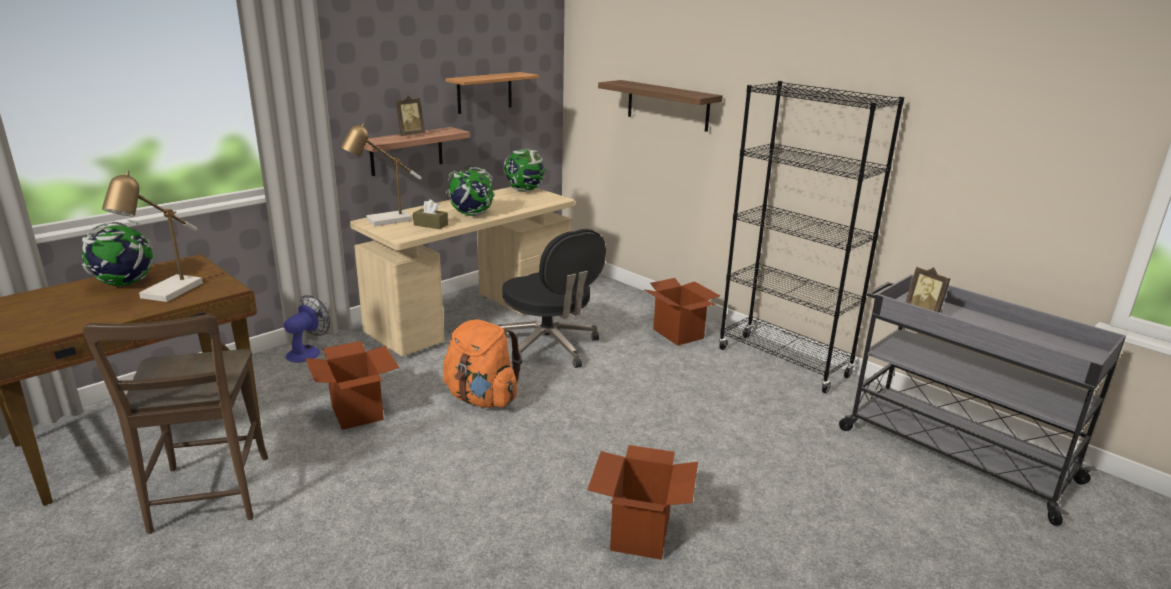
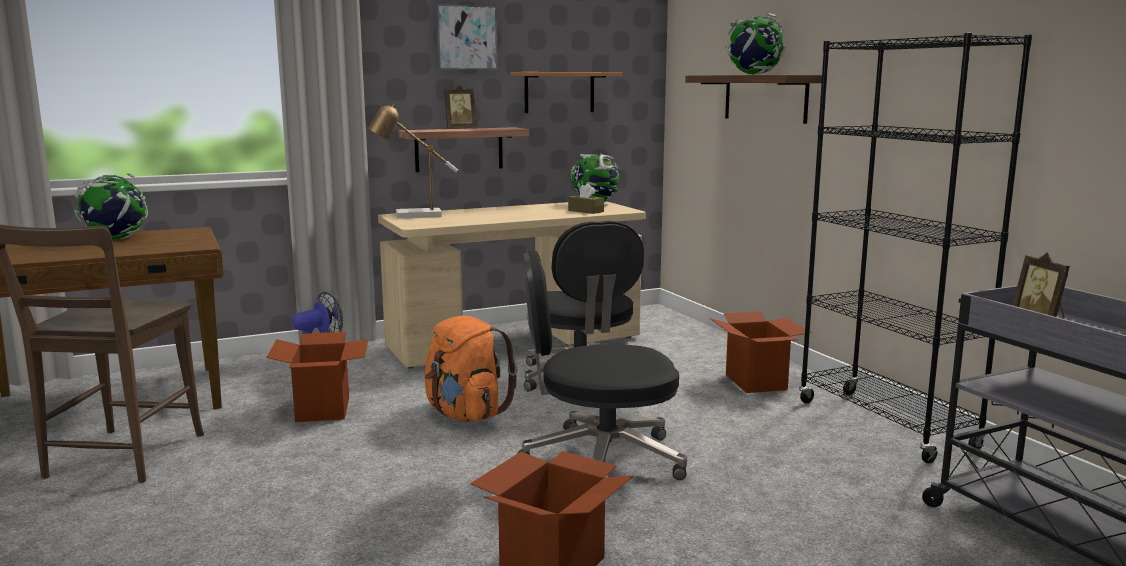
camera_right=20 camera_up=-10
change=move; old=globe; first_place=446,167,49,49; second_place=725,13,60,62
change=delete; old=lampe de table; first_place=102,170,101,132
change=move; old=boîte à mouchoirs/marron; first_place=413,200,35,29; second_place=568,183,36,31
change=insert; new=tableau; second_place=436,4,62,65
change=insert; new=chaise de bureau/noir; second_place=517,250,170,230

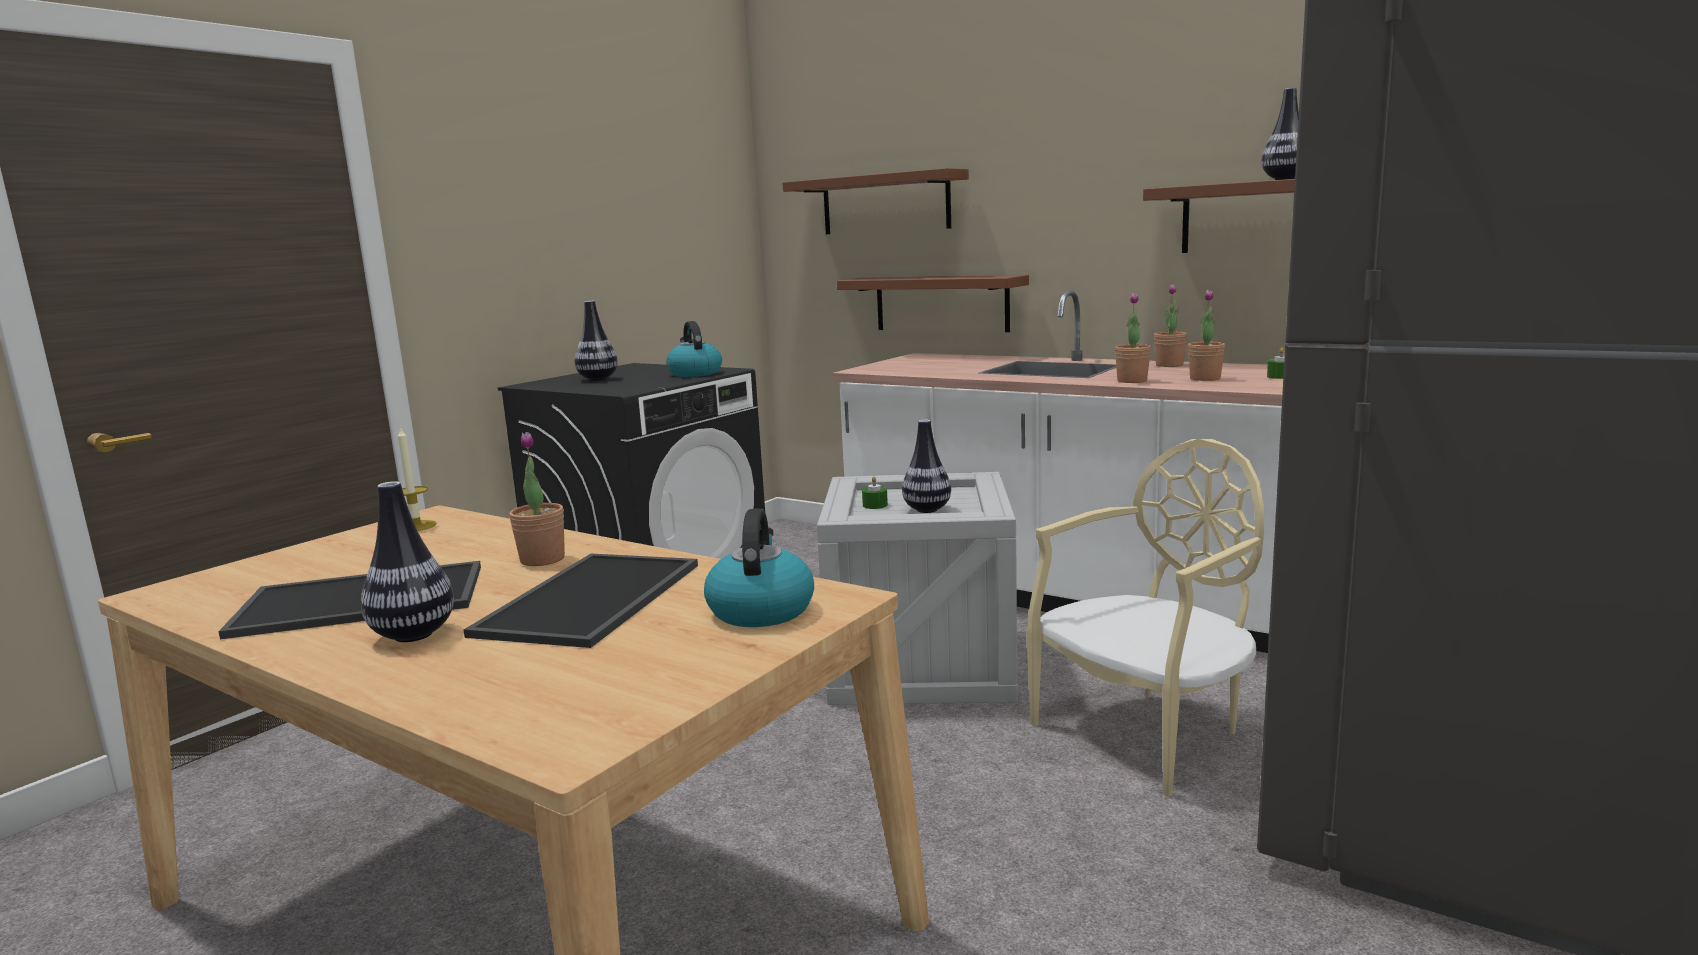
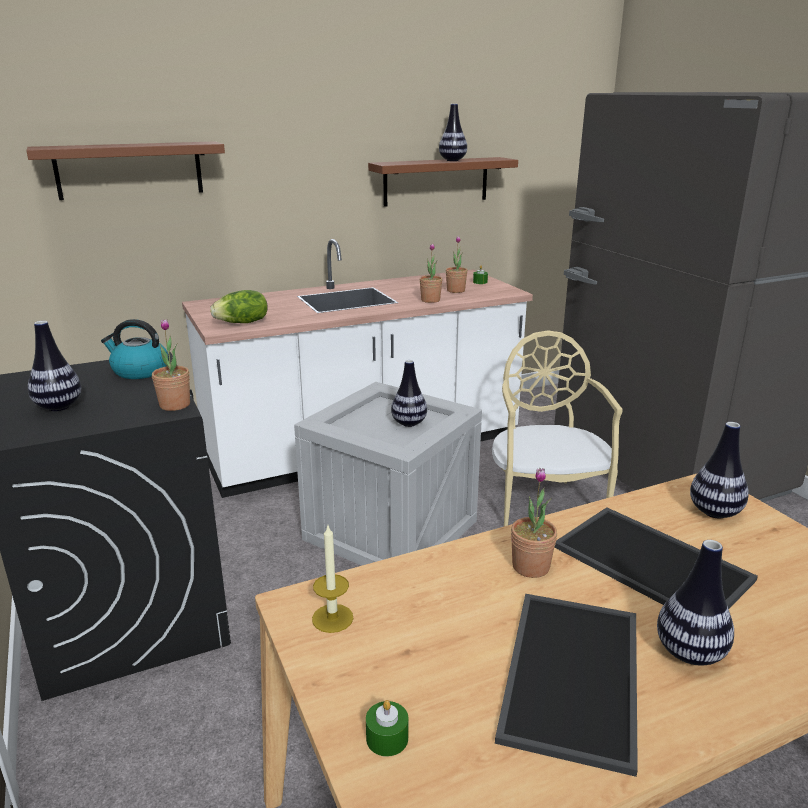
camera_right=-60 camera_up=10
change=delete; old=étagère/marron; first_place=837,275,192,57
change=move; old=plante en pot; first_place=1154,284,33,83; second_place=152,319,38,92
change=move; old=bougie/vert; first_place=862,476,26,33; second_place=366,700,42,57
change=replace; old=bouilloire; new=vase; first_place=704,509,110,118; second_place=690,422,59,96
change=insert; new=laitue; second_place=210,290,58,33

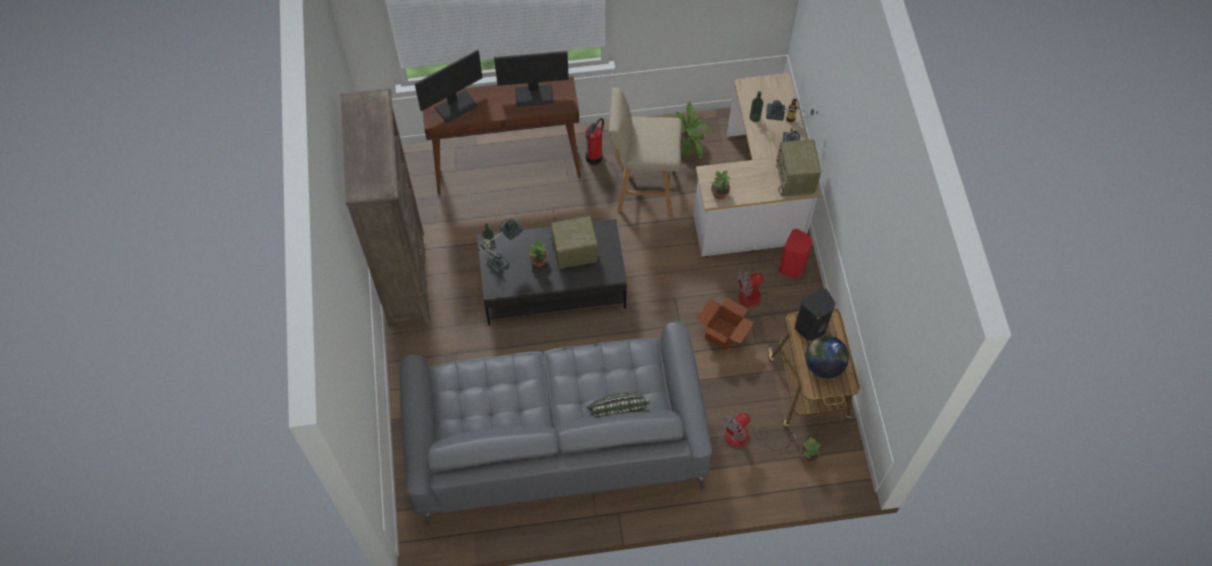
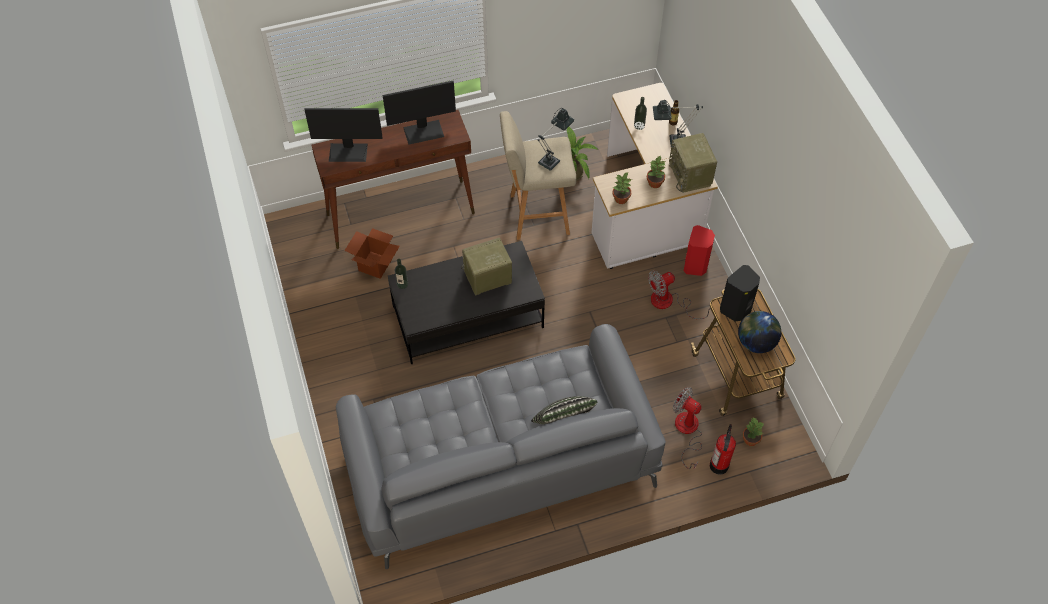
camera_right=-10 camera_up=-5
change=rotate; old=écran d'ordinateur; first_place=415,50,68,74; second_place=304,108,79,54; degrees=45
change=delete; old=bibliothèque/marron; first_place=340,88,91,239
change=move; old=extincteur; first_place=586,118,18,47; second_place=710,424,26,51
change=move; old=lampe de table; first_place=478,218,46,56; second_place=537,108,37,63
change=move; old=plante en pot; first_place=529,238,19,29; second_place=647,155,18,33
change=move; old=carton; first_place=696,297,58,53; second_place=344,228,56,51
change=rotate; old=ventilateur; first_place=722,413,76,38; second_place=673,387,29,82; degrees=90

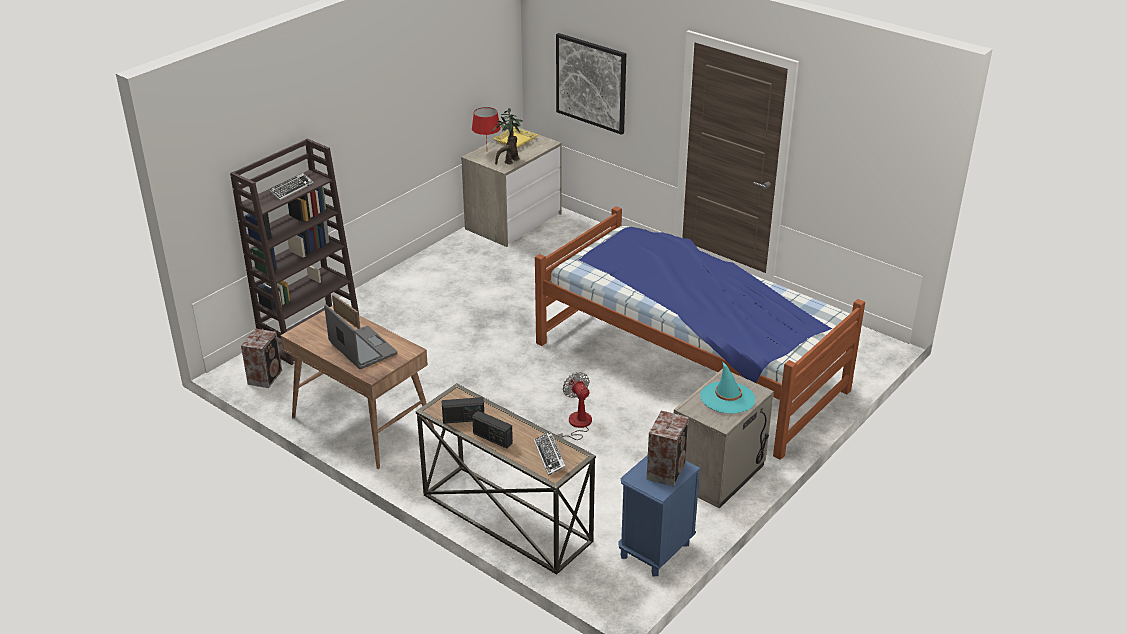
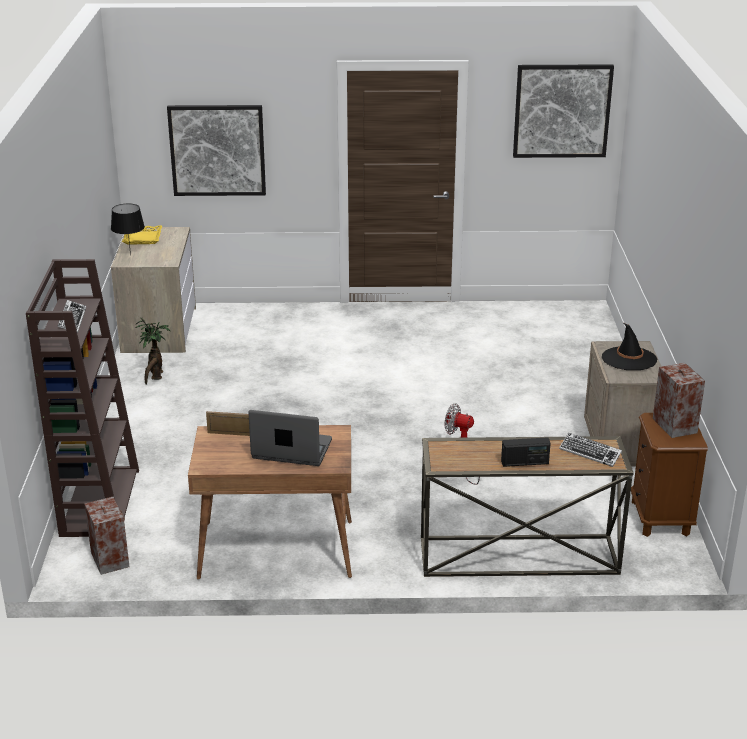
camera_right=-40 camera_up=-5
change=recolor; old=lampe de table/rouge; new=lampe de table/noir; first_place=472,107,29,35; second_place=111,203,34,53
change=move; old=plante en pot; first_place=492,108,30,57; second_place=135,318,35,67
change=delete; old=lit; first_place=535,206,330,254
change=recolor; old=chapeau/turquoise; new=chapeau/noir; first_place=700,361,56,53; second_place=602,323,55,47
change=delete; old=radio; first_place=442,397,42,27
change=recolor; old=table de chevet/bleu; new=table de chevet/marron; first_place=618,455,83,121; second_place=631,413,77,124
change=insert; new=tableau; second_place=513,64,101,94

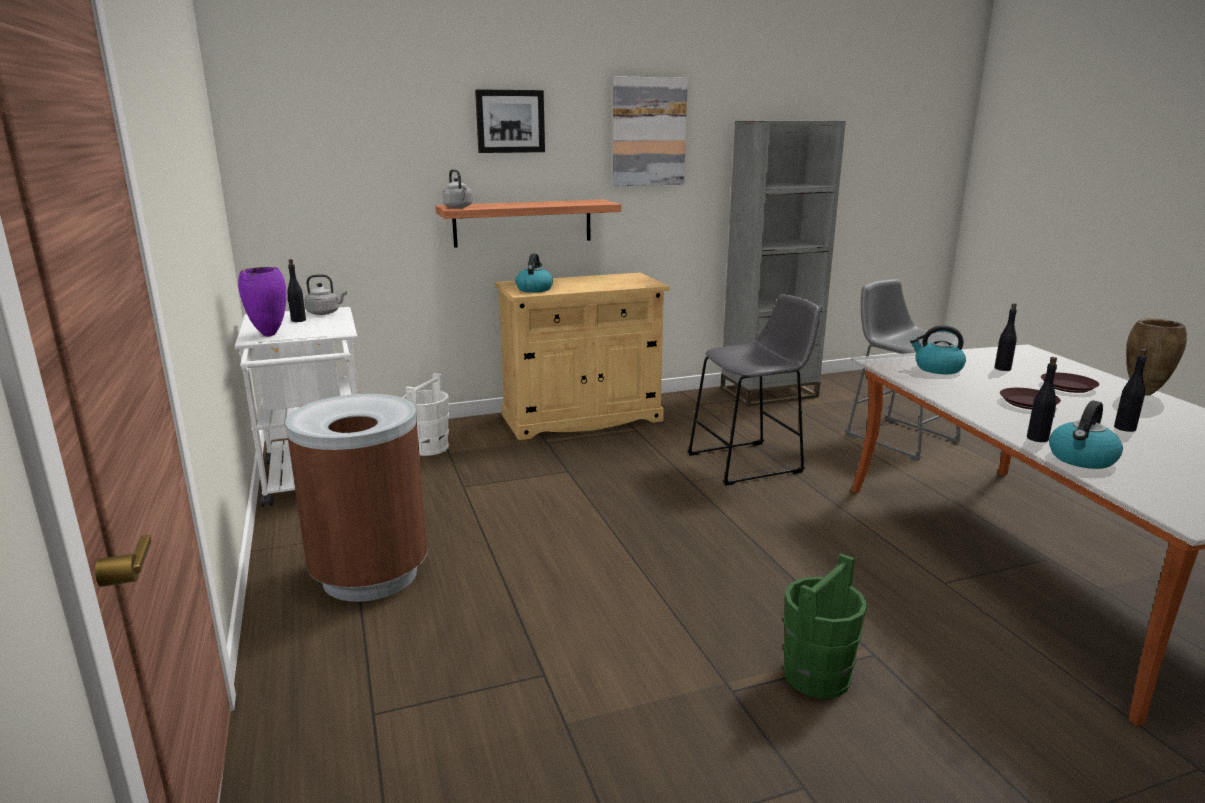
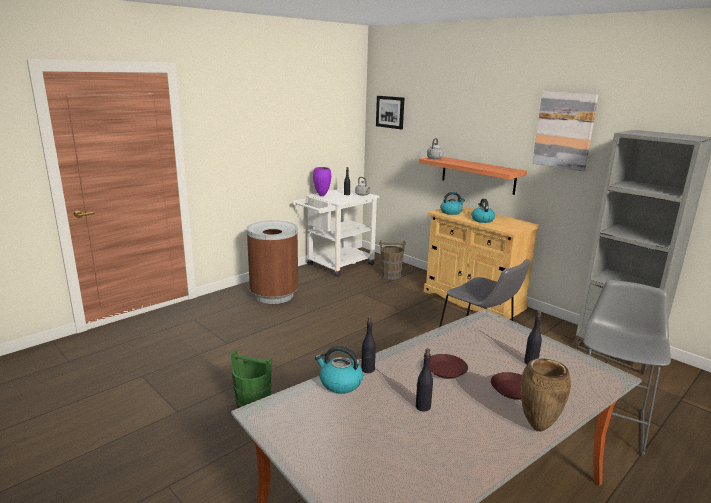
camera_right=65 camera_up=0
change=move; old=tableau; first_place=475,89,70,64; second_place=376,96,28,33
change=move; old=bouilloire; first_place=910,325,56,49; second_place=471,199,24,24
change=recolor; old=seau/blanc; new=seau/marron; first_place=402,373,47,83; second_place=379,240,27,40

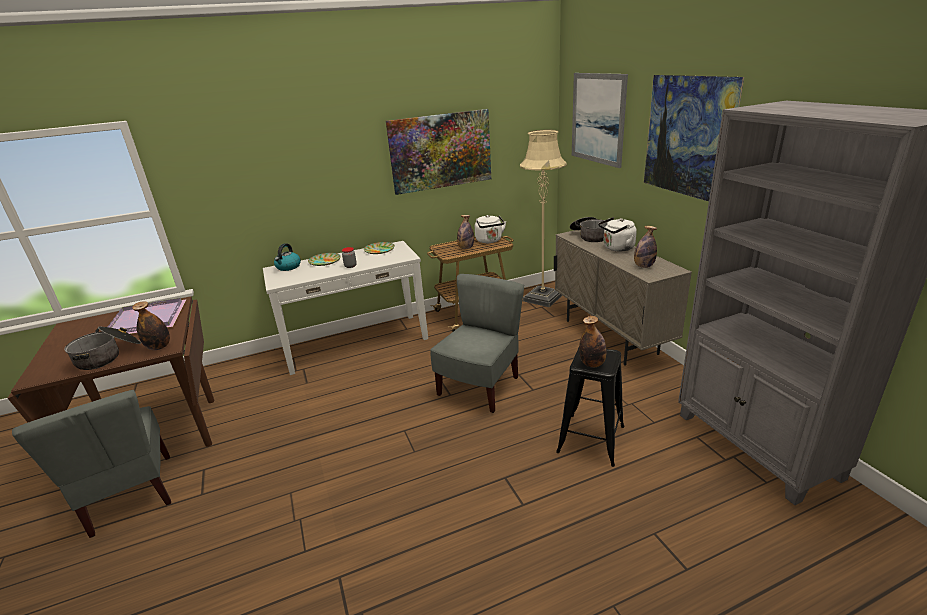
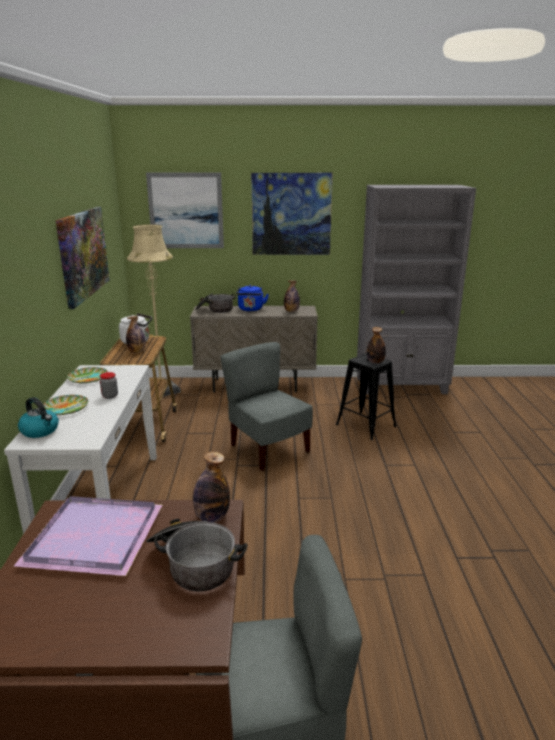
camera_right=-70 camera_up=-5
change=recolor; old=bouilloire/blanc; new=bouilloire/bleu; first_place=598,217,39,35; second_place=237,285,32,26

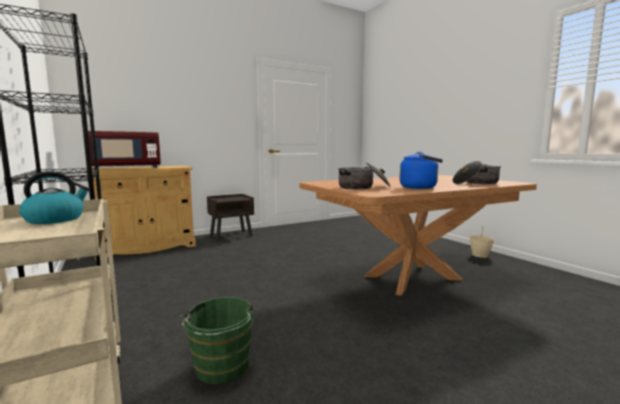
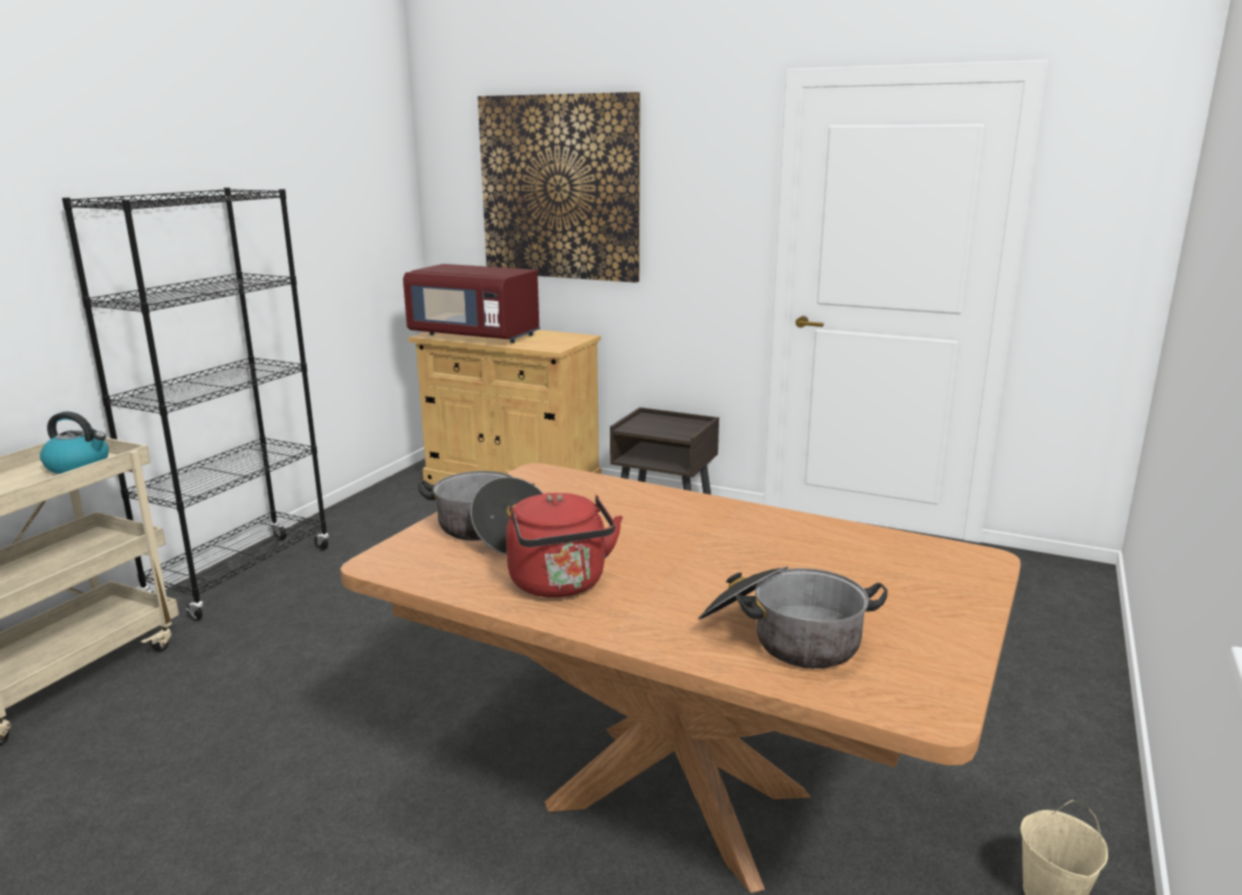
camera_right=55 camera_up=10
change=recolor; old=bouilloire/bleu; new=bouilloire/rouge; first_place=400,152,43,37; second_place=506,493,117,105
change=delete; old=seau/vert; first_place=179,297,77,87
change=insert; new=tableau; second_place=478,92,162,191

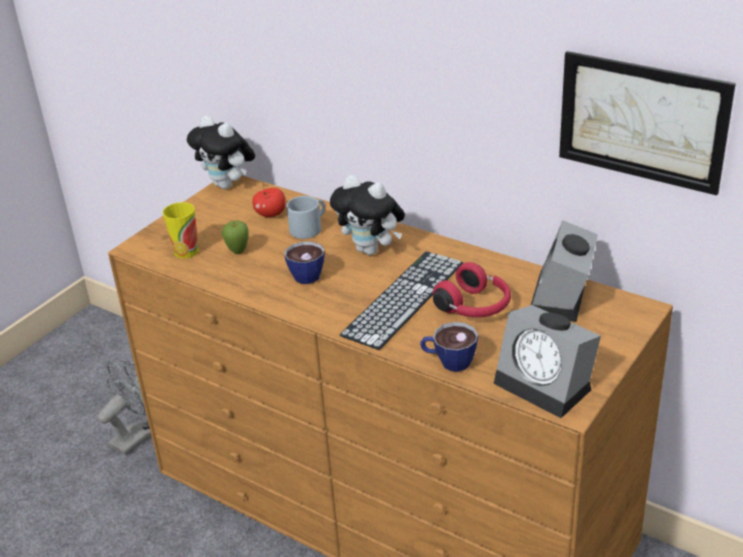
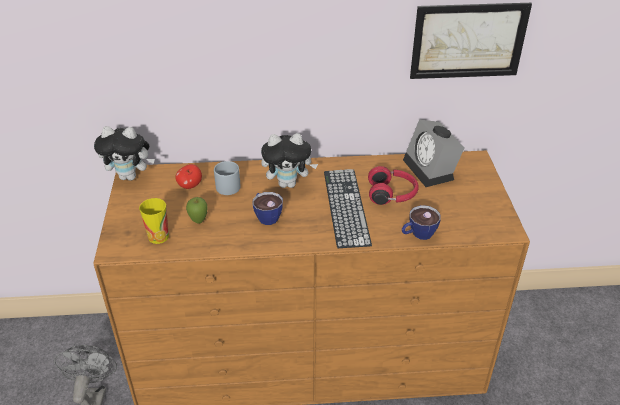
camera_right=-40 camera_up=5
change=delete; old=réveil; first_place=494,305,107,113

